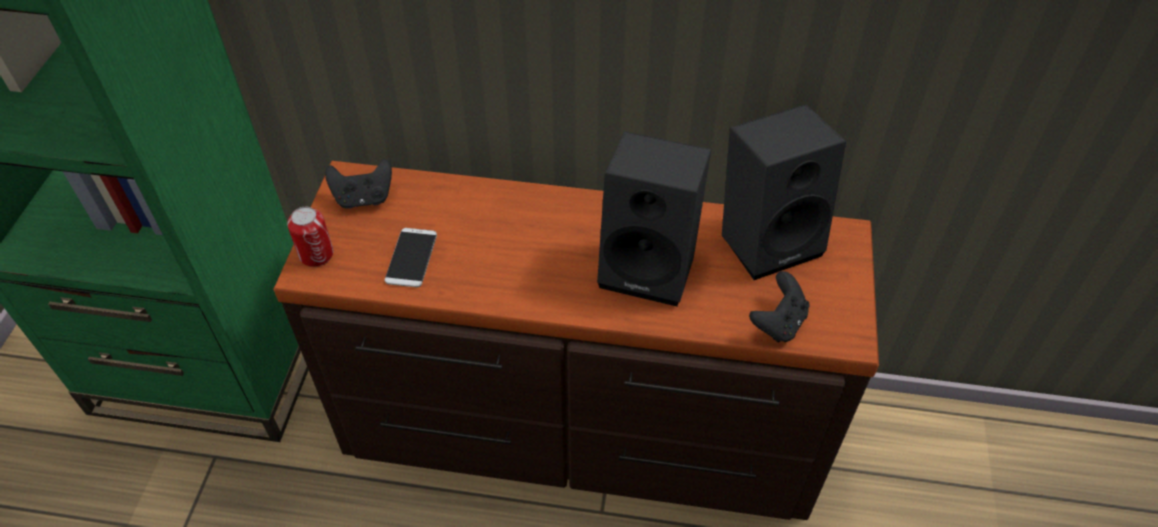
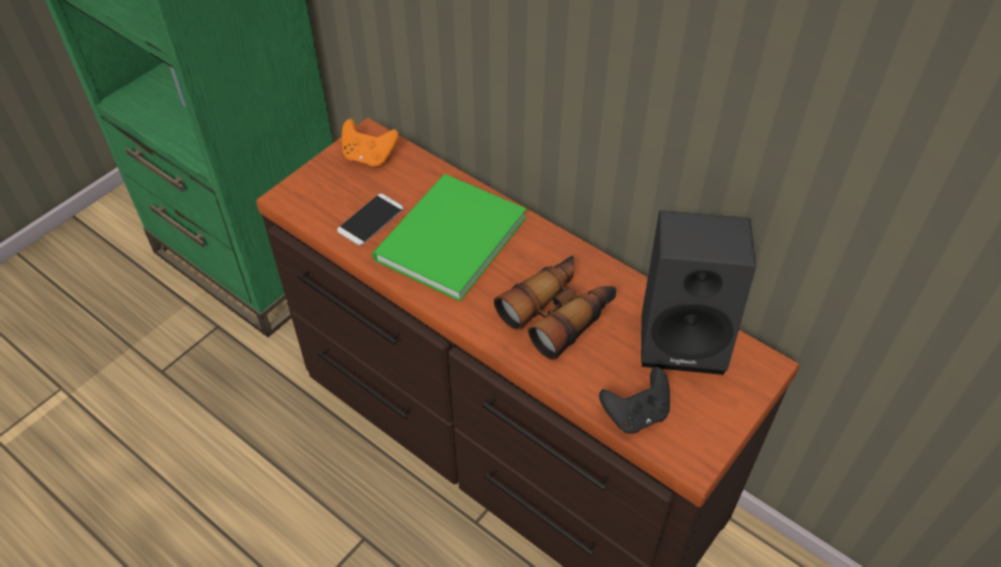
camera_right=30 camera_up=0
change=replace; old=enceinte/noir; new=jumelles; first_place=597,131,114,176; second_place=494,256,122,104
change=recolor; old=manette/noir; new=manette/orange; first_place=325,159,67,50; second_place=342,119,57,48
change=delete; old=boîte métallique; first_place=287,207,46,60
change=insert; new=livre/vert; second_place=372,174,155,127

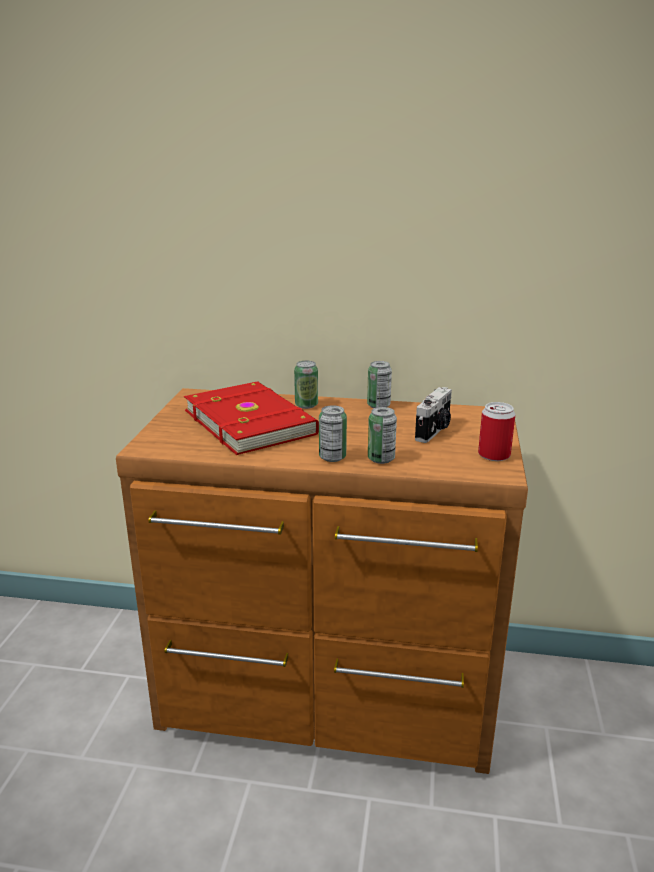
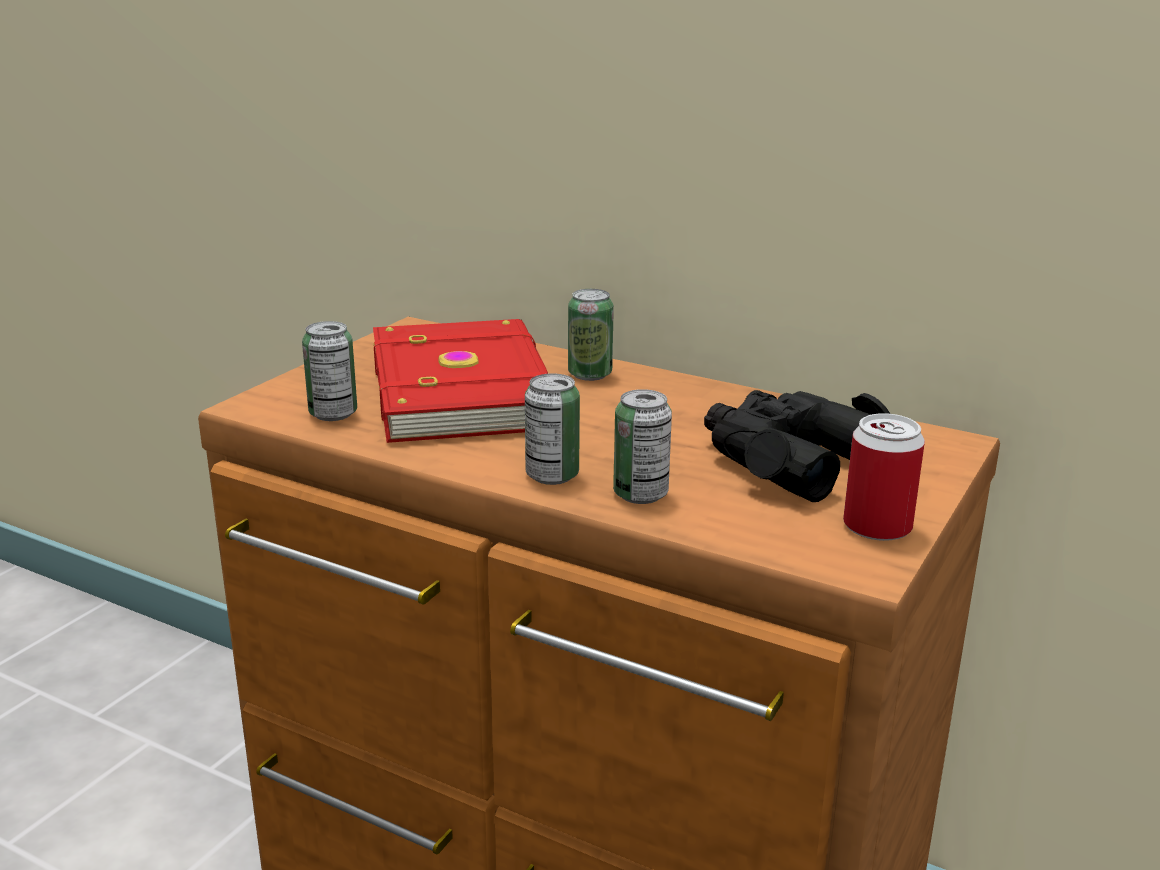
camera_right=20 camera_up=0
change=move; old=boîte métallique; first_place=367,361,25,47; second_place=302,321,55,100
change=replace; old=appareil photo; new=jumelles/noir; first_place=415,387,37,56; second_place=704,390,186,112

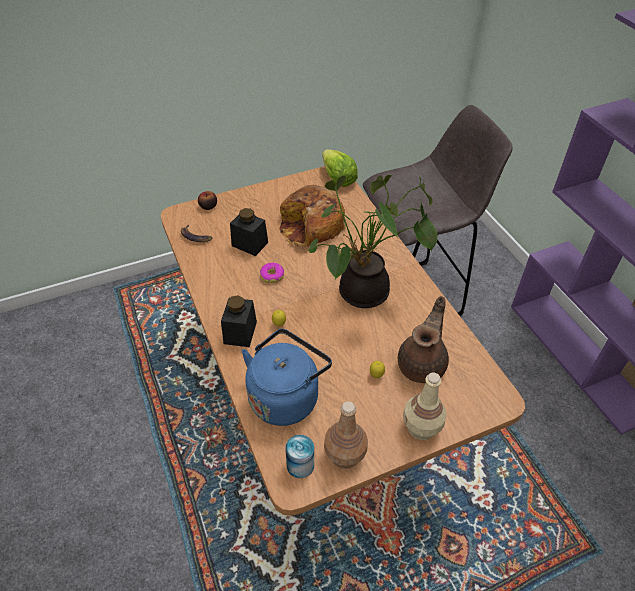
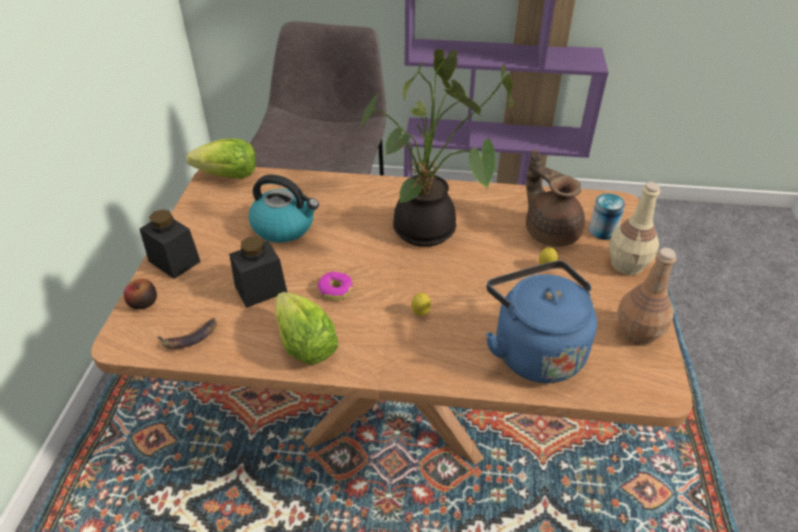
camera_right=-60 camera_up=-5
change=replace; old=pain; new=bouilloire; first_place=279,185,67,62; second_place=249,174,70,69
change=move; old=bocal/noir; first_place=221,295,36,52; second_place=140,209,61,70
change=move; old=boîte métallique; first_place=285,435,29,43; second_place=589,193,36,47
change=insert; new=laitue; second_place=275,292,63,72

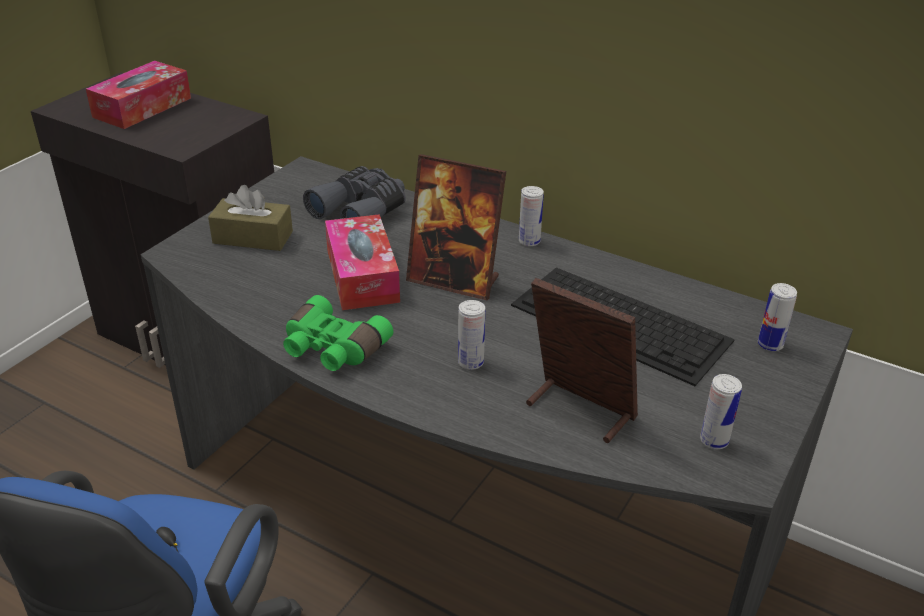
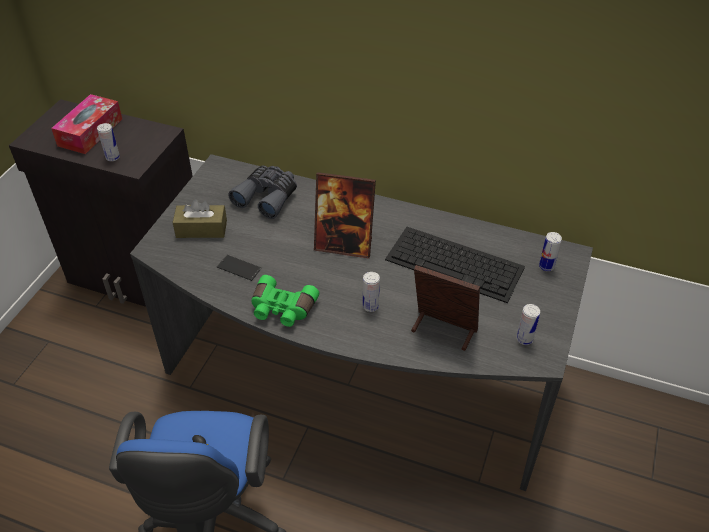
camera_right=-10 camera_up=10
change=move; old=boîte métallique; first_place=519,186,25,60; second_place=97,123,23,38
change=delete; old=boîte à mouchoirs; first_place=325,214,75,96
change=insert; new=téléphone; second_place=217,255,45,26

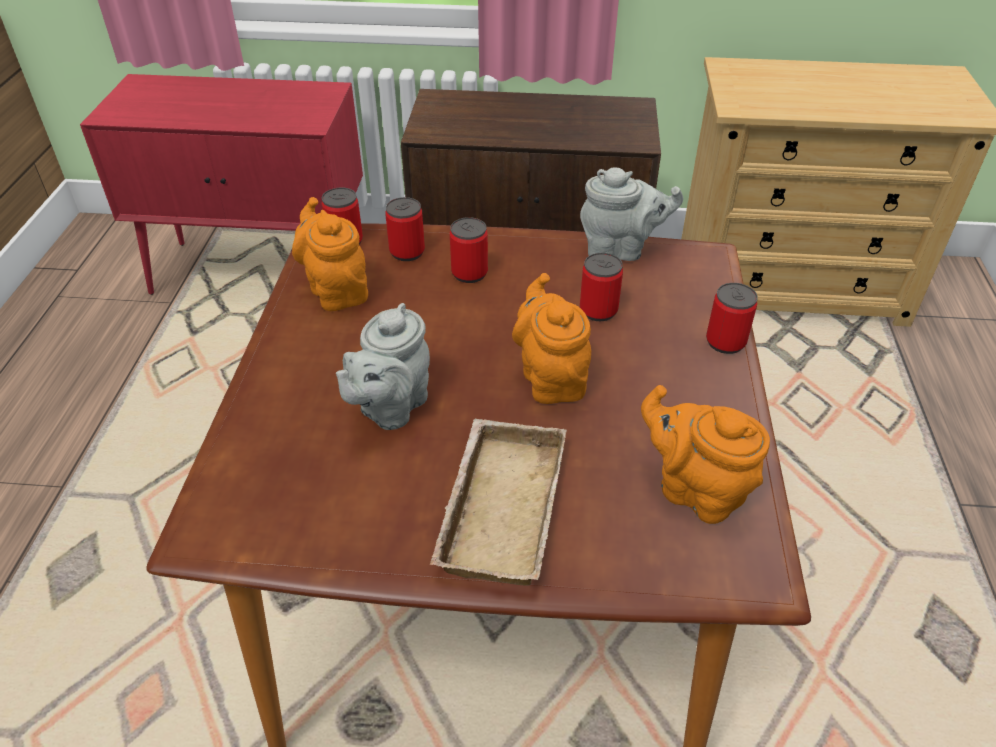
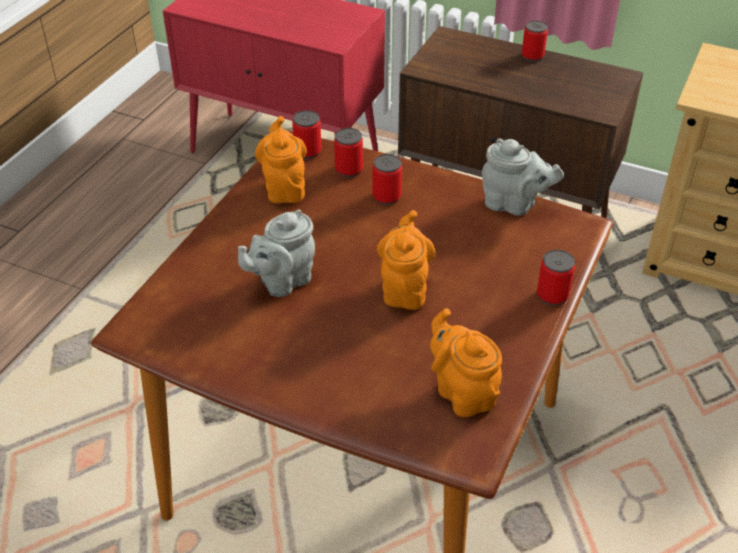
camera_right=20 camera_up=0
change=move; old=boîte métallique; first_place=580,253,43,68; second_place=522,20,26,42
change=delete; old=plateau/beige; first_place=430,419,137,167

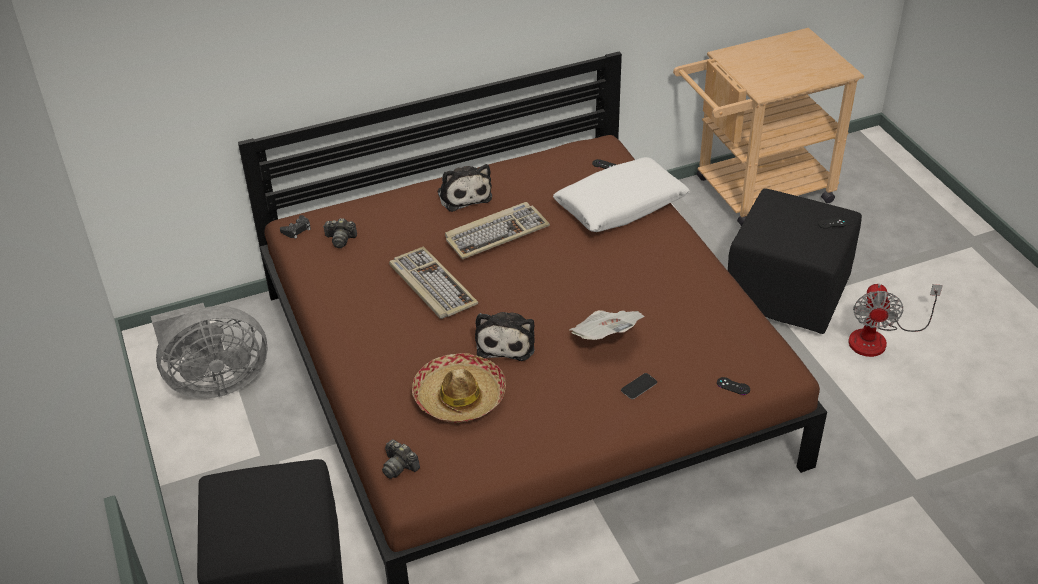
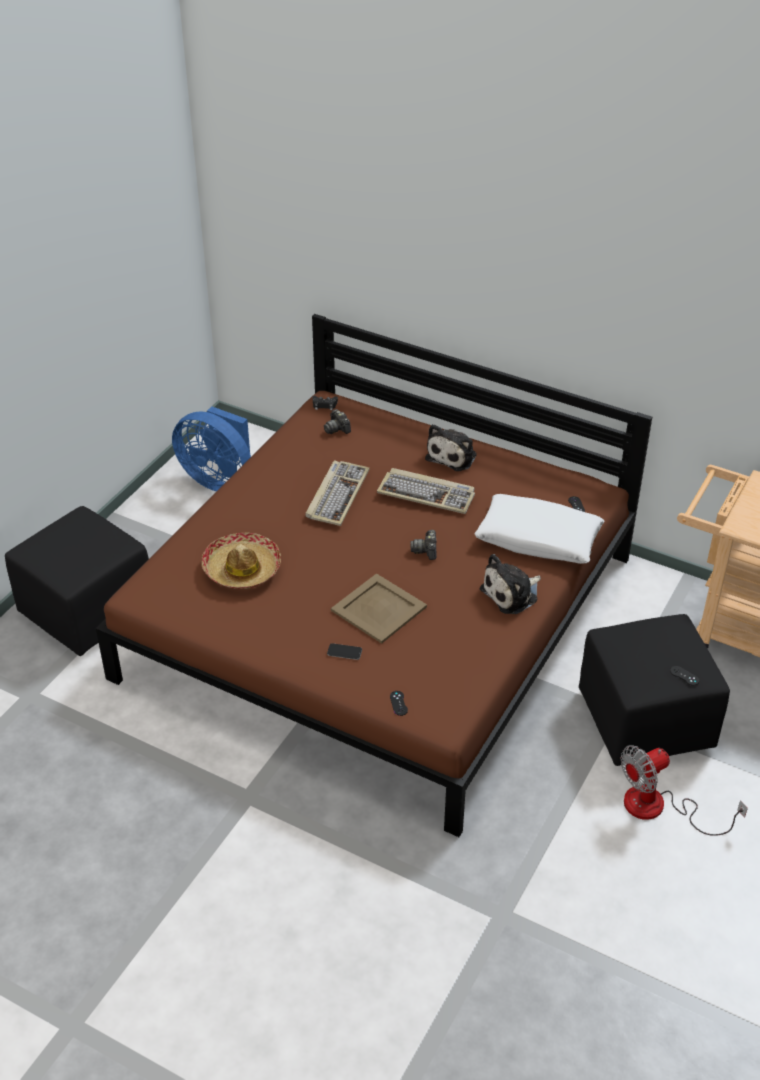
camera_right=50 camera_up=0
change=recolor; old=ventilateur/gris; new=ventilateur/bleu; first_place=151,303,117,95; second_place=172,407,79,84
change=replace; old=journal; new=plateau/beige; first_place=570,310,74,30; second_place=331,573,96,71
change=move; old=peluche; first_place=475,312,60,49; second_place=480,554,61,60
change=move; old=appareil photo; first_place=382,440,38,39; second_place=411,530,25,30

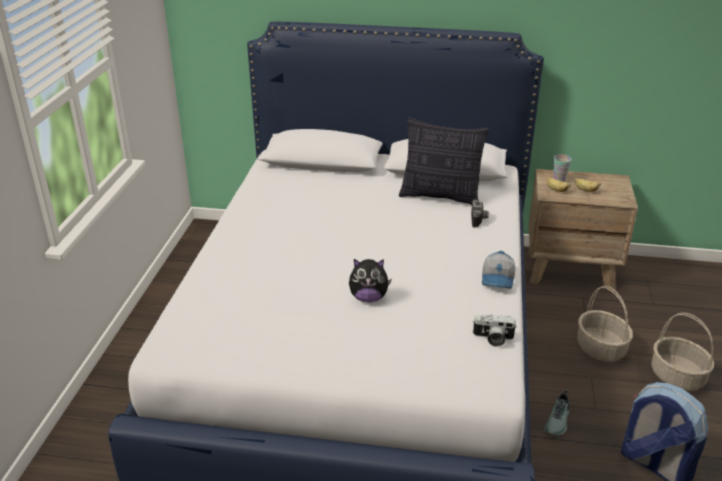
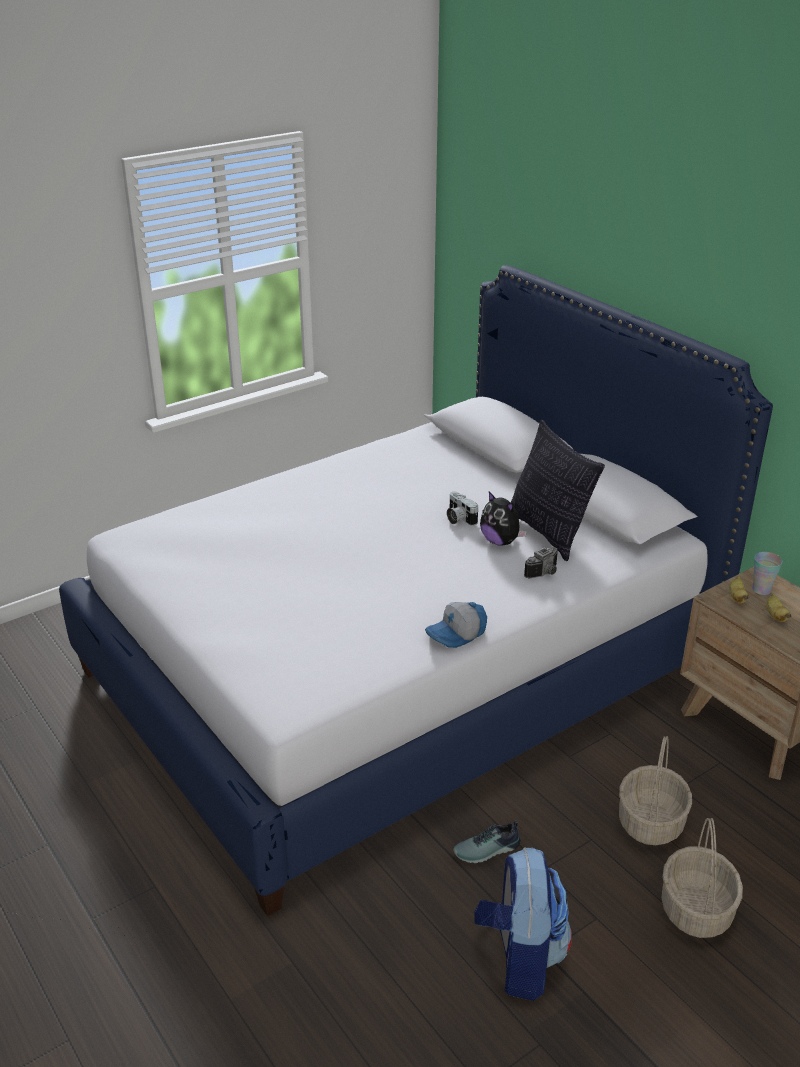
camera_right=45 camera_up=0
change=move; old=peluche; first_place=349,259,43,43; second_place=480,492,47,54
change=move; old=appareil photo; first_place=473,314,44,33; second_place=447,491,31,35

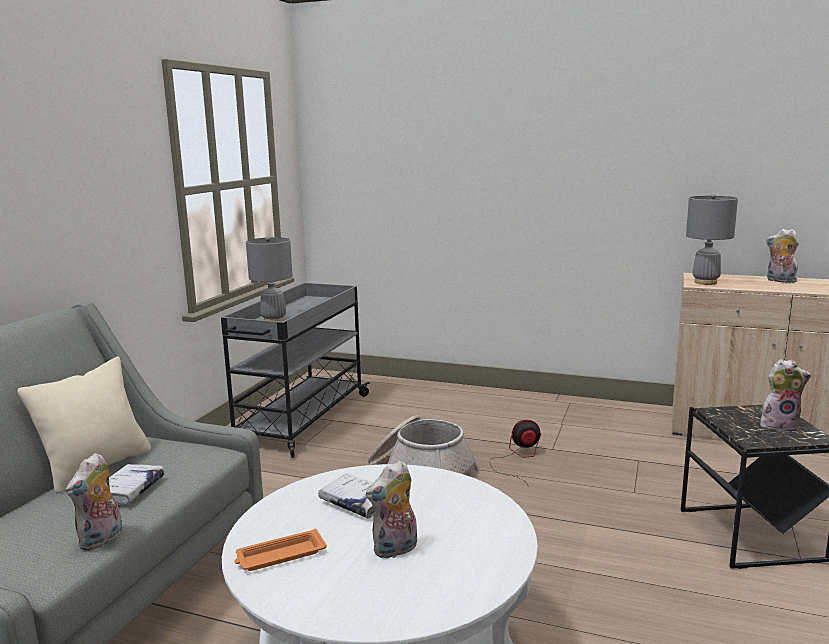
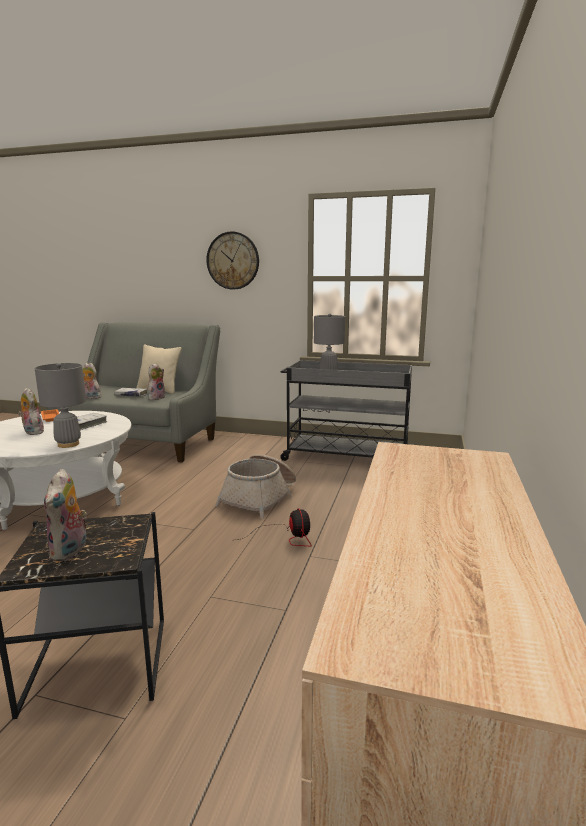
camera_right=85 camera_up=0
change=move; old=lampe de table/gris; first_place=686,194,52,91; second_place=35,363,51,85
change=move; old=peluche; first_place=766,229,33,54; second_place=148,363,17,37
change=insert; new=horloge murale; second_place=206,231,53,59

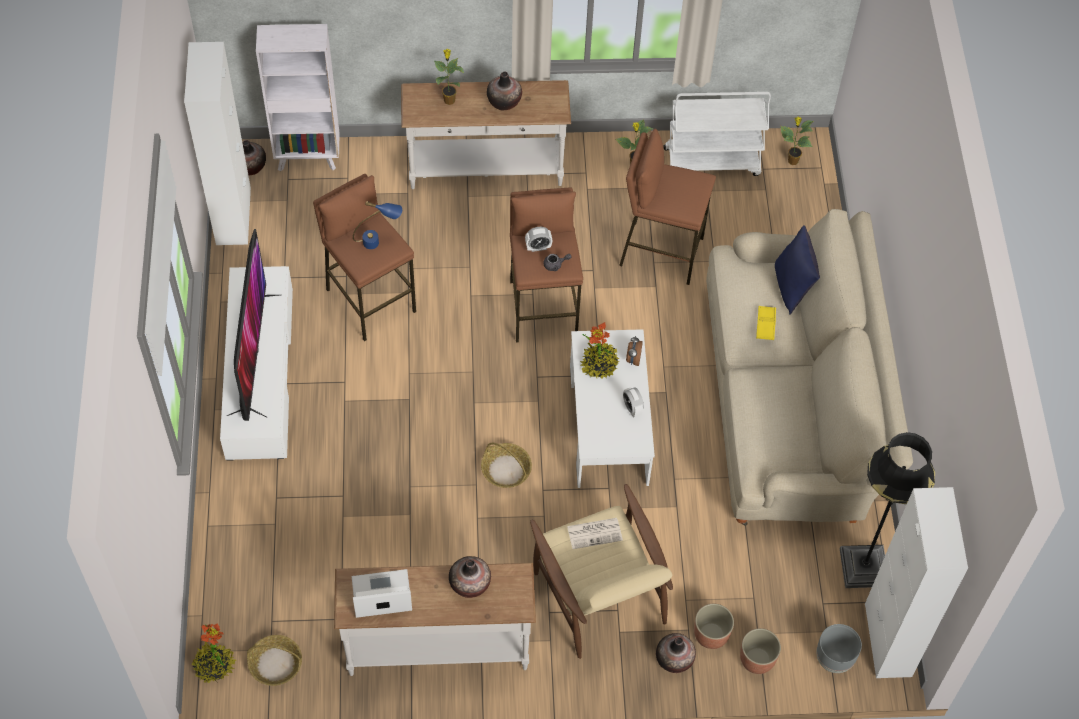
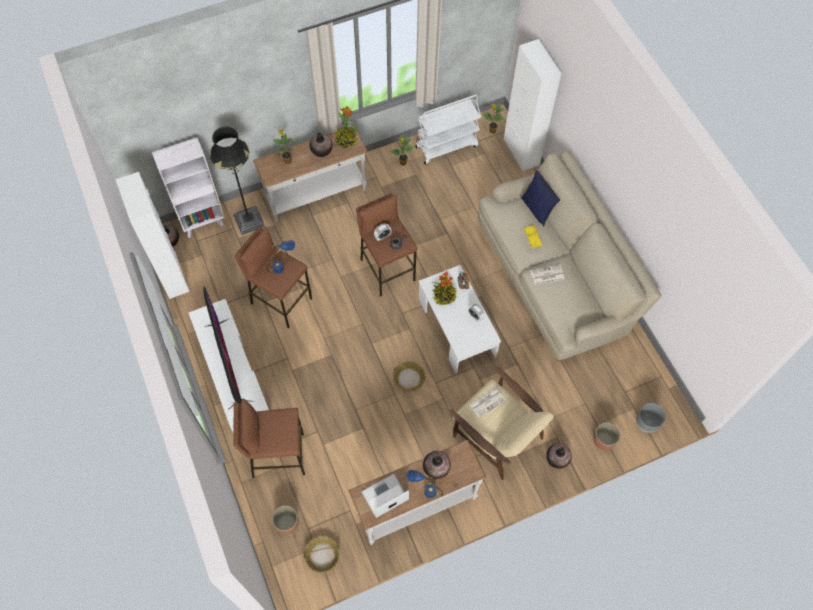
camera_right=-20 camera_up=5
change=move; old=tabouret/marron; first_place=619,129,97,156; second_place=233,399,72,79
change=move; old=lampadaire/noir; first_place=840,432,95,156; second_place=210,126,55,109
change=move; old=meuble de rangement/blanc; first_place=865,487,103,191; second_place=503,39,58,132
change=move; old=cache-pot; first_place=694,604,40,45; second_place=272,505,27,29
change=move; old=plante en pot; first_place=192,623,44,60; second_place=335,107,22,41
change=insert; new=journal; second_place=530,265,34,20
change=insert; new=lampe de table/bleu; second_place=407,470,36,28

